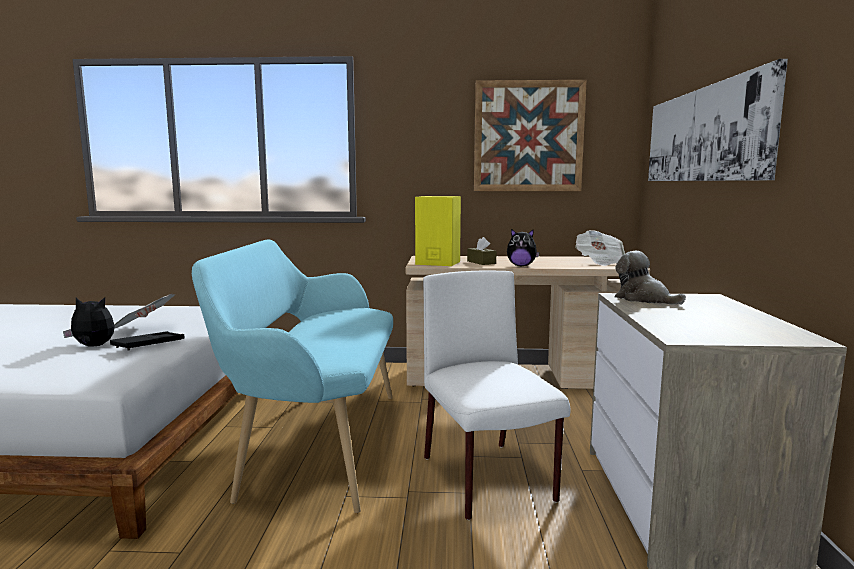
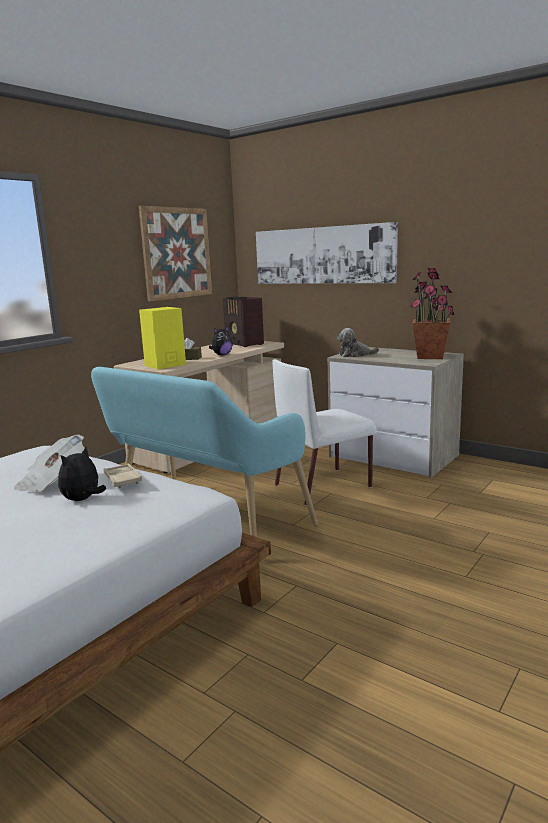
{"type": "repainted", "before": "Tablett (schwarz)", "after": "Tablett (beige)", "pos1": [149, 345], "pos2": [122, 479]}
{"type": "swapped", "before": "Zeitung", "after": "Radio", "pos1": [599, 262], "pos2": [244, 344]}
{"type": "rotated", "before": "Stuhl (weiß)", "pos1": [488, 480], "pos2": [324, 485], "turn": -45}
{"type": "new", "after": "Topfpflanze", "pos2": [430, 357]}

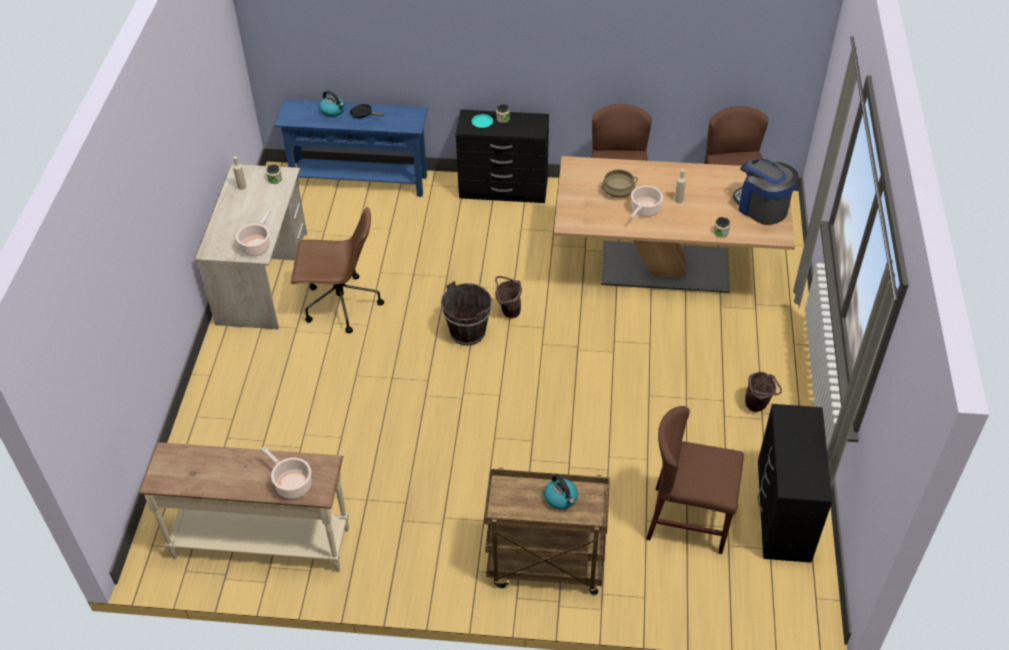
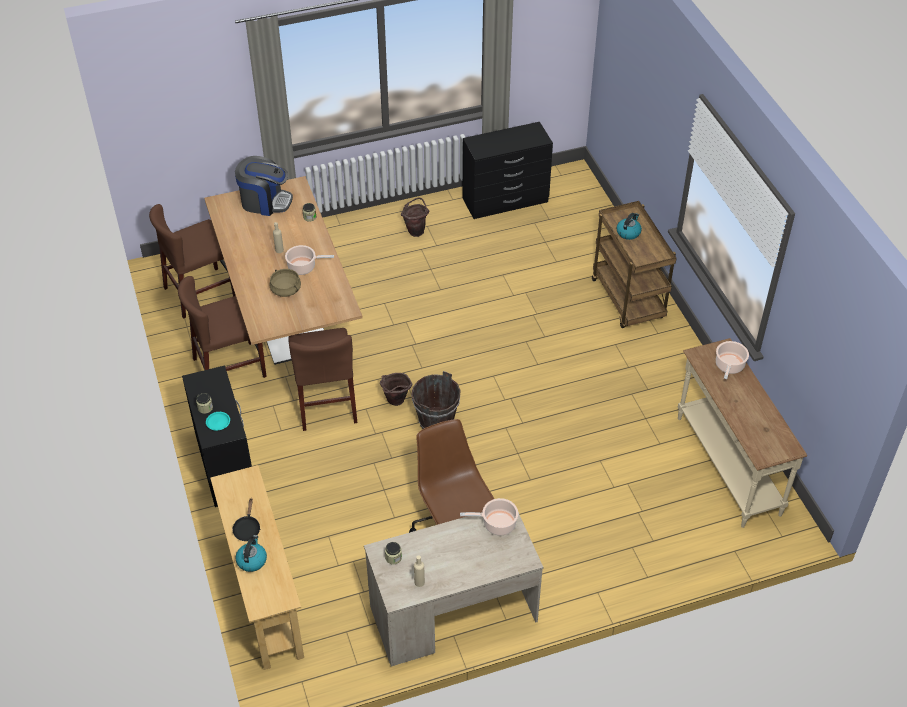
{"type": "repainted", "before": "Konsolentisch (blau)", "after": "Konsolentisch (beige)", "pos1": [360, 181], "pos2": [264, 596]}
{"type": "rotated", "before": "Kaffeemaschine", "pos1": [761, 207], "pos2": [265, 201], "turn": -105}
{"type": "shifted", "before": "Stuhl (braun)", "pos1": [688, 520], "pos2": [326, 403]}

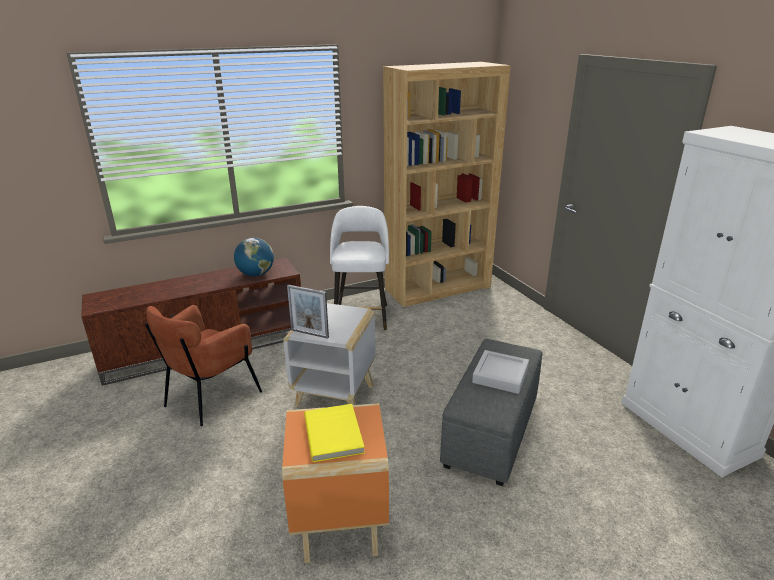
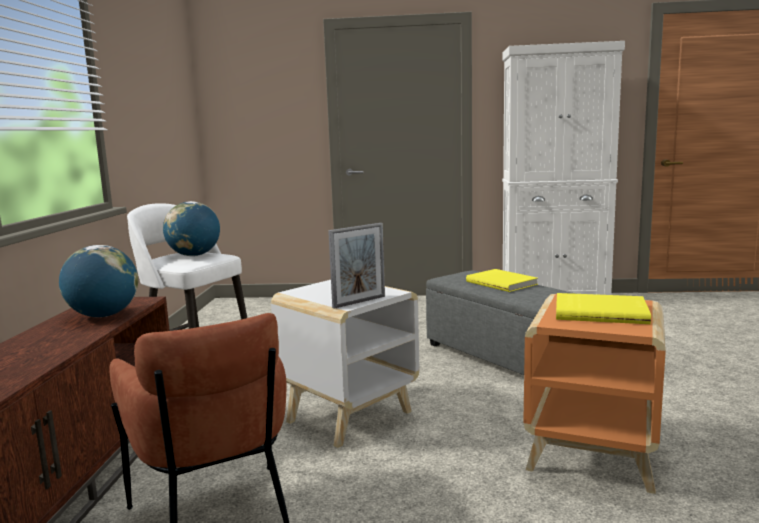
{"type": "new", "after": "Globus", "pos2": [194, 255]}
{"type": "swapped", "before": "Tablett (grau)", "after": "Buch (gelb)", "pos1": [500, 375], "pos2": [502, 283]}
{"type": "gone", "before": "Bücherregal (braun)", "pos1": [438, 288]}

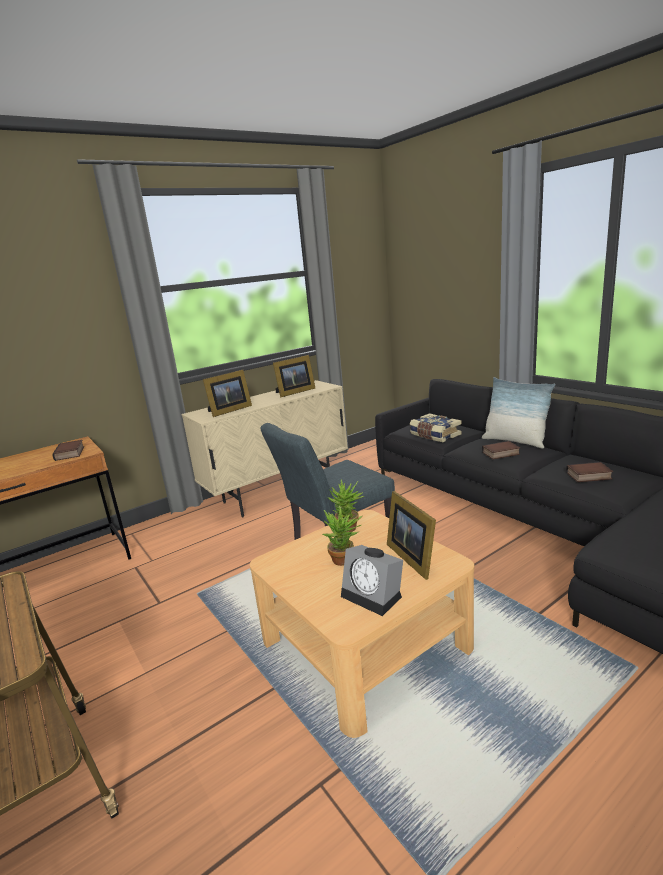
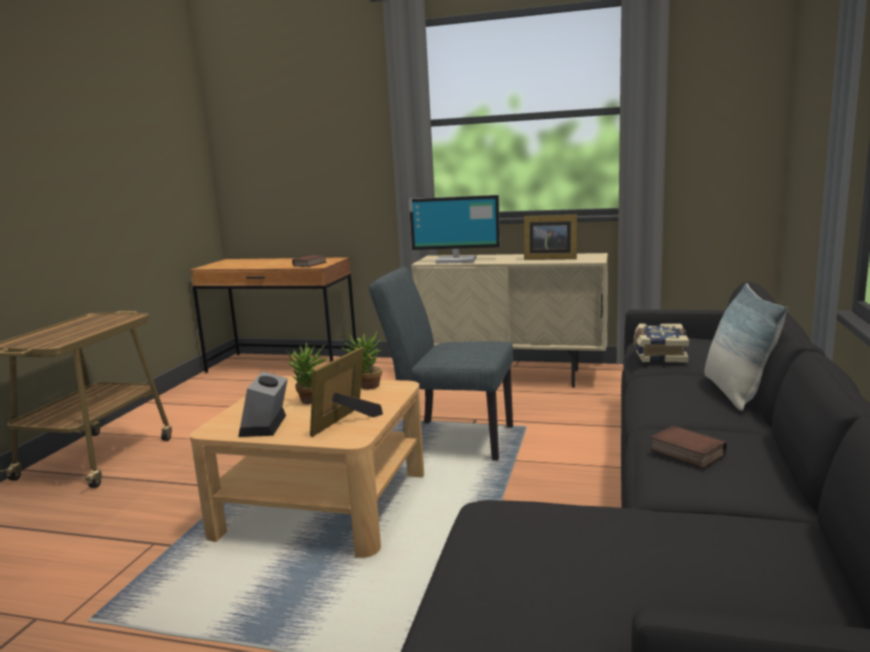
{"type": "swapped", "before": "Bilderrahmen", "after": "Monitor", "pos1": [228, 410], "pos2": [456, 260]}
{"type": "gone", "before": "Buch", "pos1": [500, 453]}

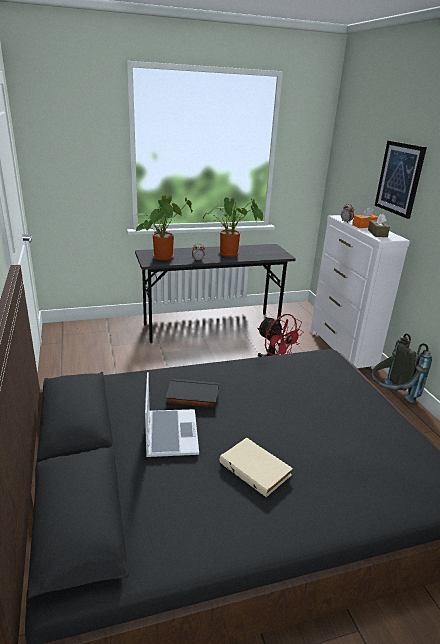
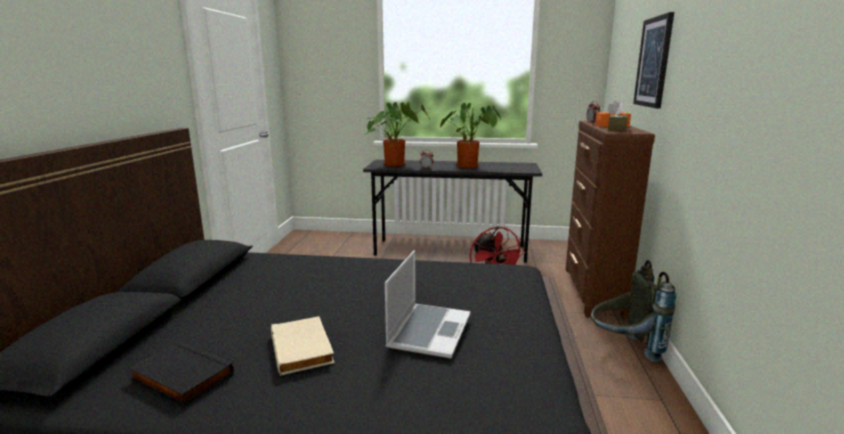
{"type": "shifted", "before": "Buch (schwarz)", "pos1": [192, 397], "pos2": [180, 378]}
{"type": "shifted", "before": "Laptop", "pos1": [170, 433], "pos2": [429, 331]}
{"type": "repainted", "before": "Kommode (weiß)", "after": "Kommode (braun)", "pos1": [342, 350], "pos2": [593, 291]}

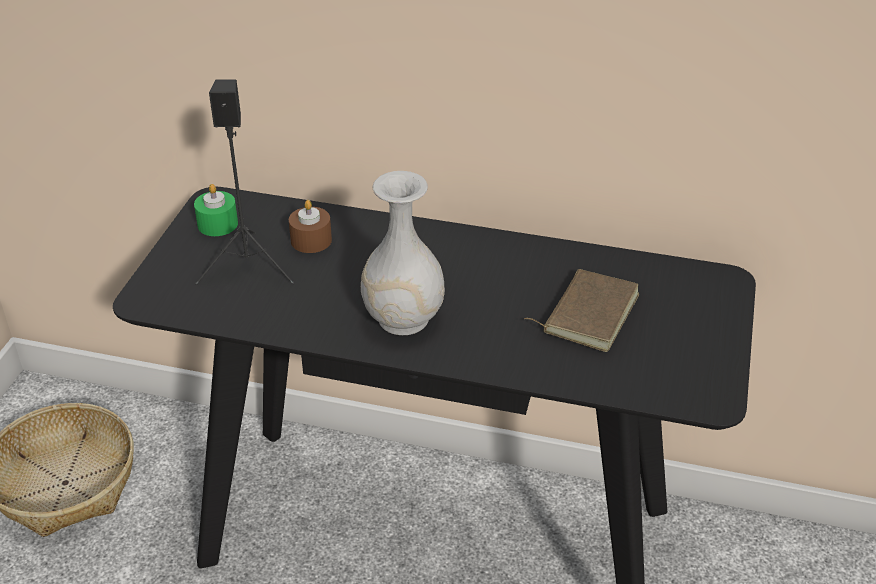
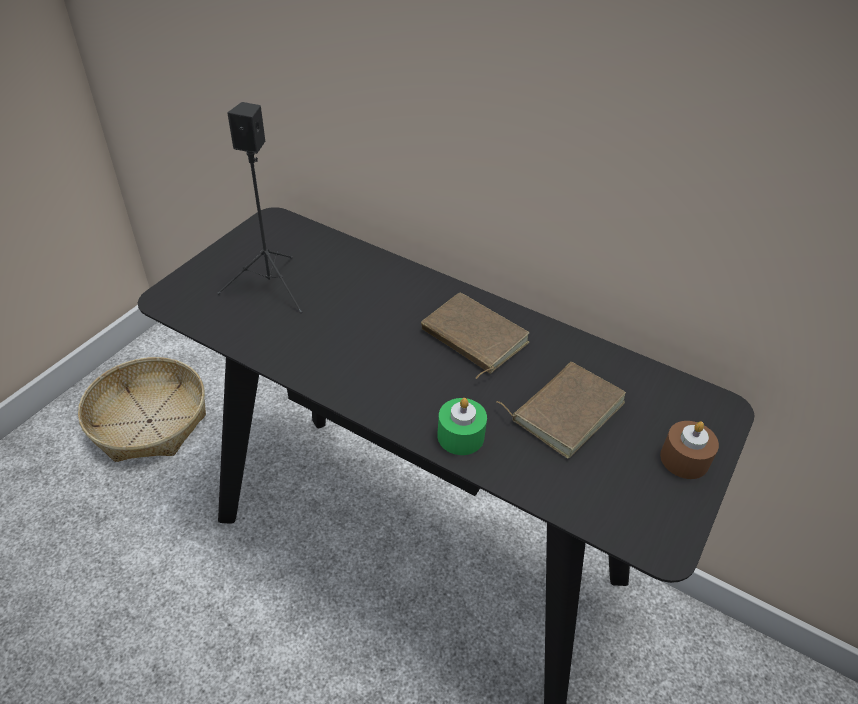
{"type": "new", "after": "Buch (braun)", "pos2": [471, 338]}
{"type": "shifted", "before": "Kerze (grün)", "pos1": [217, 224], "pos2": [460, 436]}
{"type": "shifted", "before": "Kerze (braun)", "pos1": [311, 240], "pos2": [684, 459]}
{"type": "gone", "before": "Vase (weiß)", "pos1": [402, 318]}

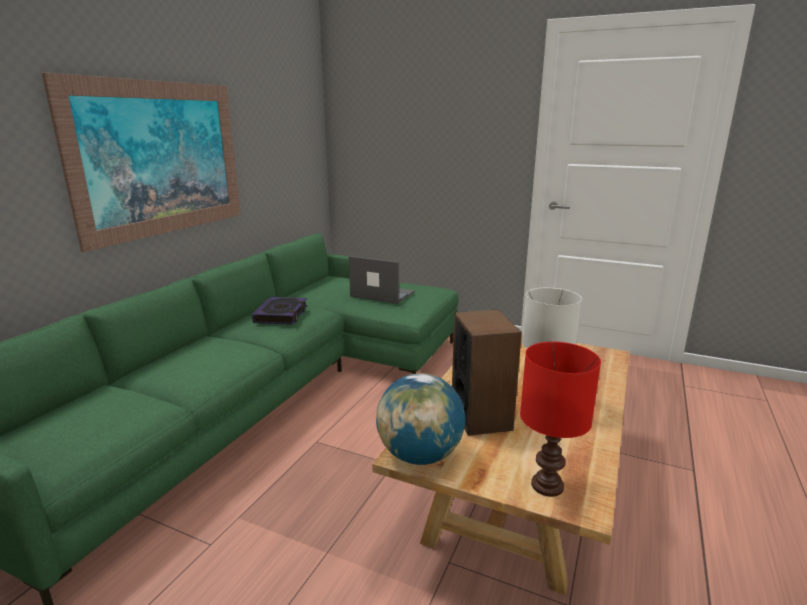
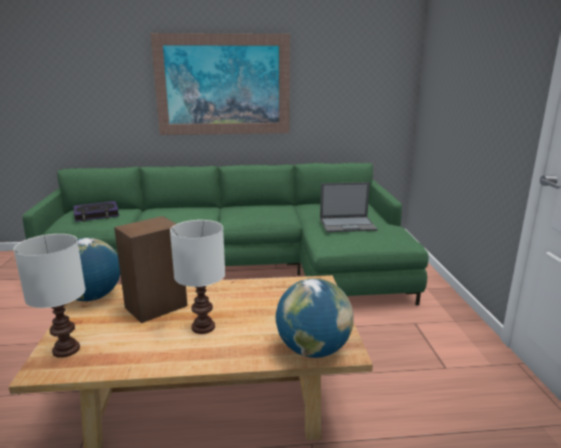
{"type": "repainted", "before": "Tischlampe (rot)", "after": "Tischlampe (weiß)", "pos1": [547, 485], "pos2": [67, 349]}
{"type": "shifted", "before": "Buch", "pos1": [281, 315], "pos2": [96, 215]}
{"type": "new", "after": "Globus", "pos2": [313, 350]}
{"type": "rotated", "before": "Laptop", "pos1": [381, 294], "pos2": [348, 224], "turn": 90}

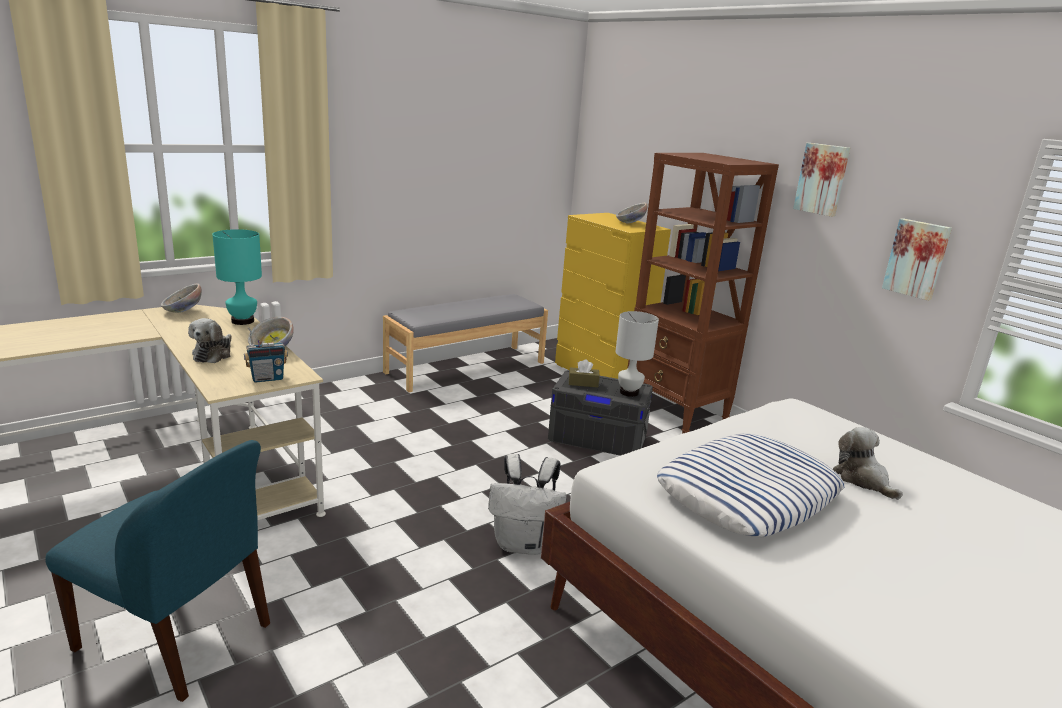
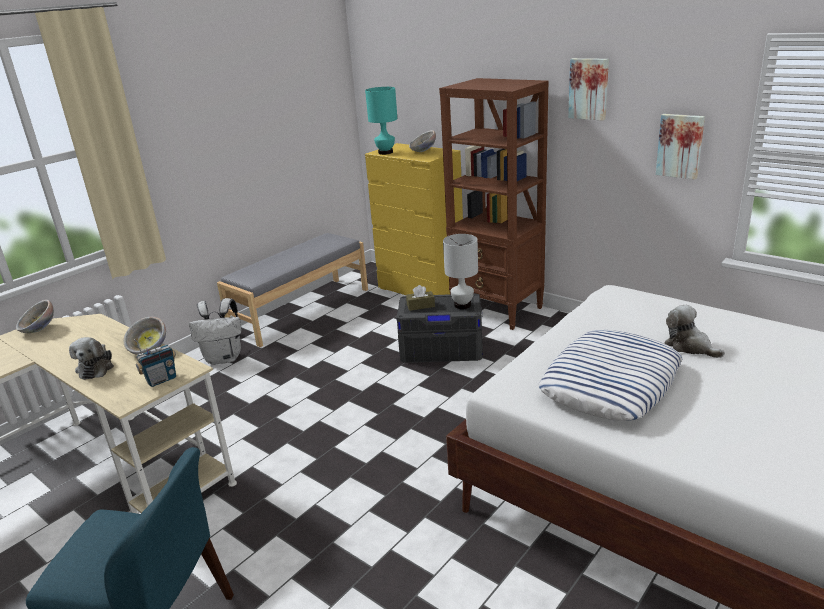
{"type": "shifted", "before": "Rucksack (weiß)", "pos1": [524, 544], "pos2": [224, 358]}
{"type": "shifted", "before": "Tischlampe (türkis)", "pos1": [243, 321], "pos2": [386, 152]}

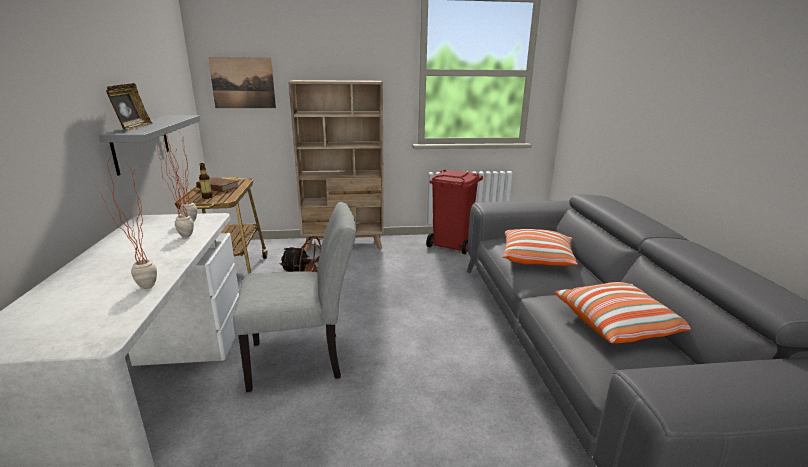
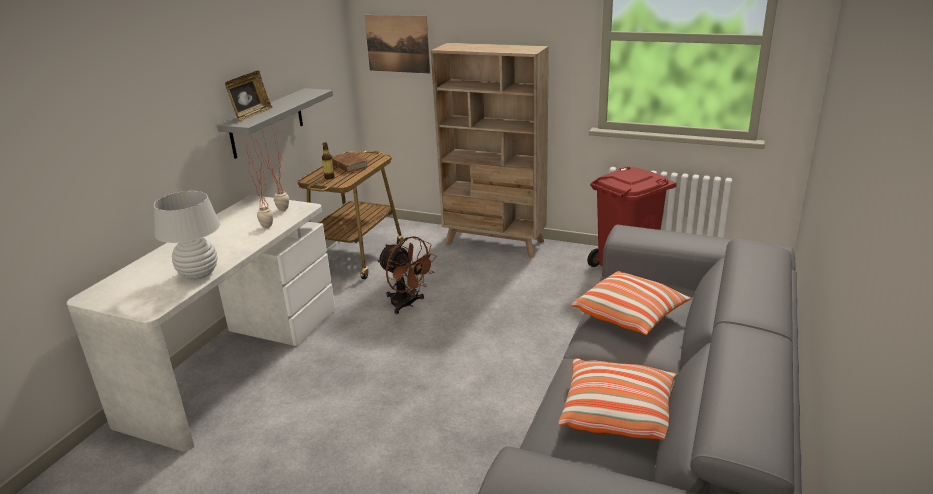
{"type": "swapped", "before": "Topfpflanze", "after": "Tischlampe (weiß)", "pos1": [141, 290], "pos2": [199, 274]}
{"type": "gone", "before": "Stuhl (grau)", "pos1": [304, 359]}

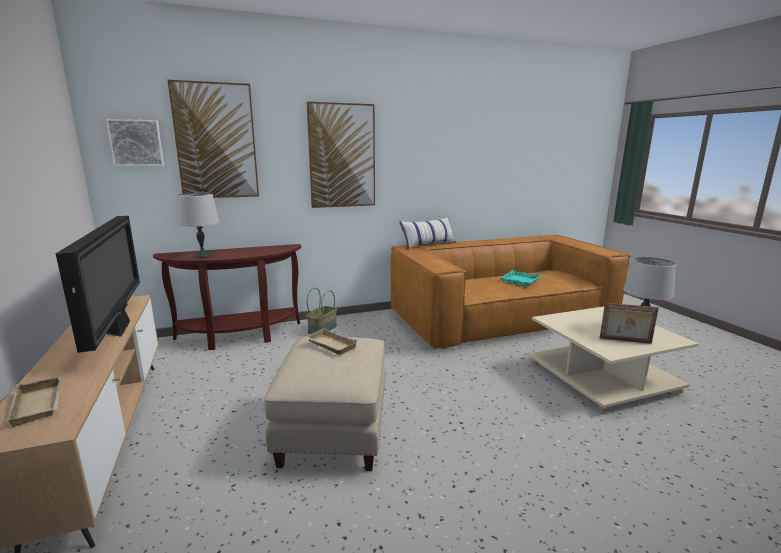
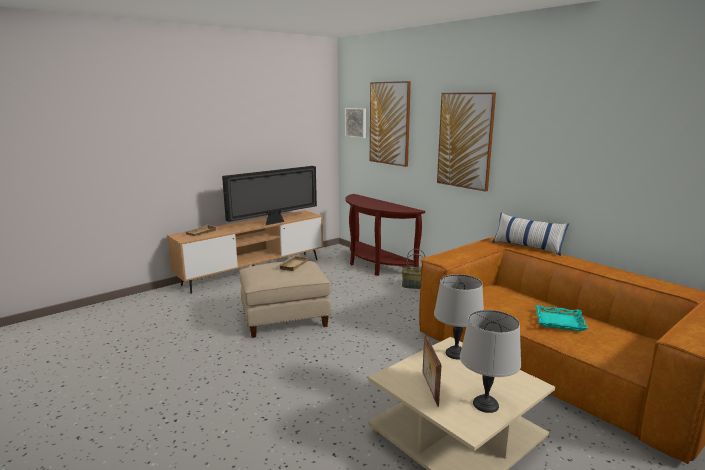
{"type": "shifted", "before": "Tischlampe (grau)", "pos1": [202, 256], "pos2": [456, 353]}

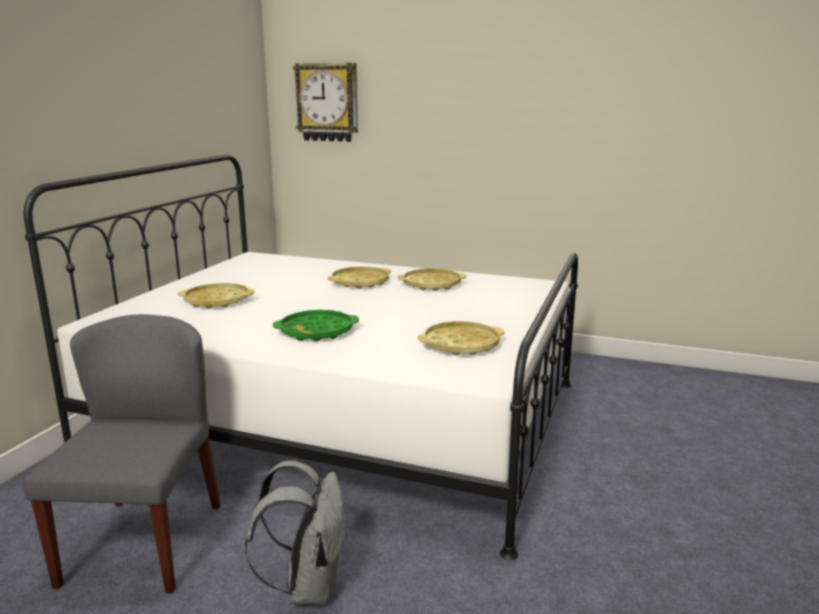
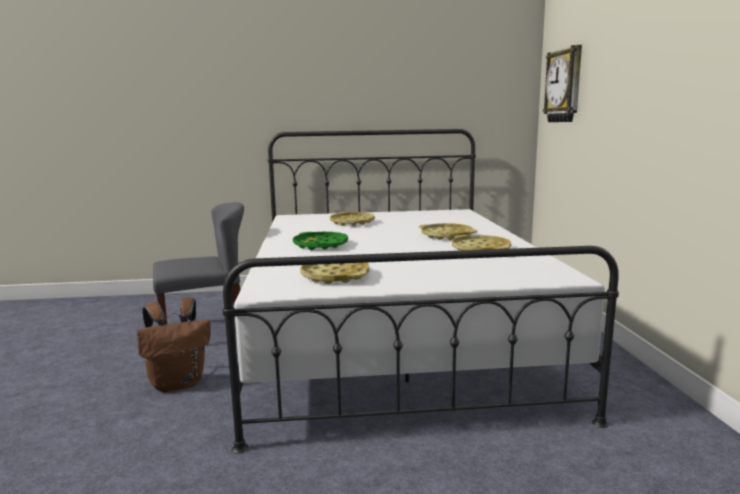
{"type": "repainted", "before": "Rucksack (grau)", "after": "Rucksack (braun)", "pos1": [308, 586], "pos2": [179, 383]}

